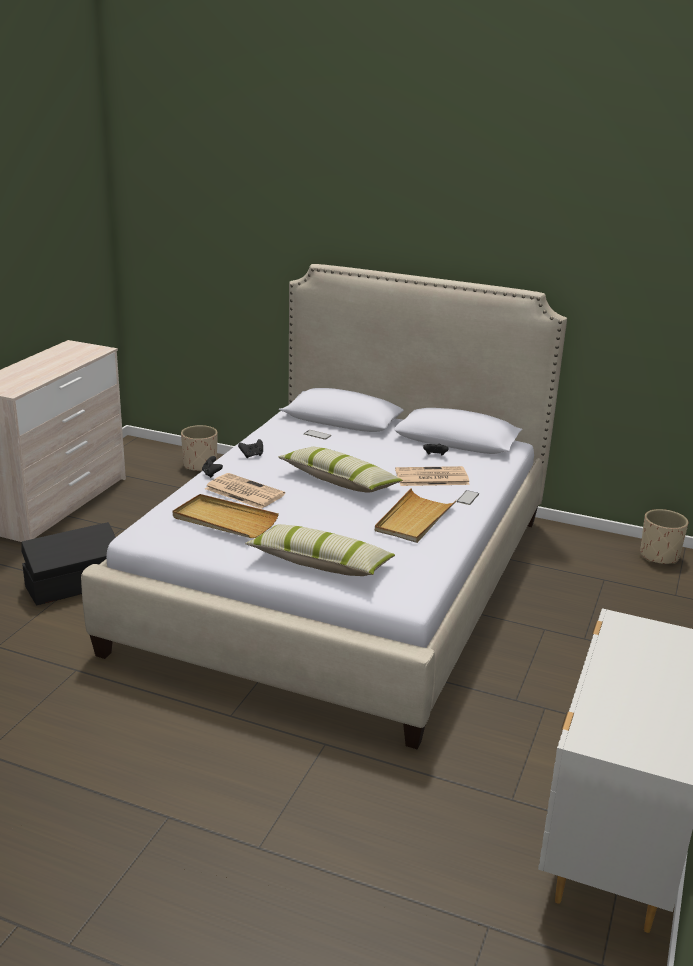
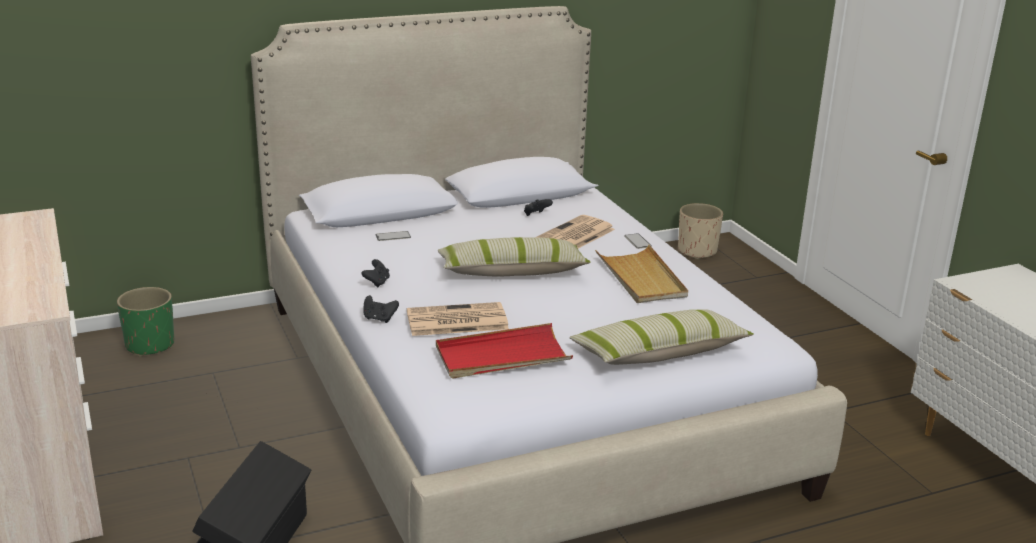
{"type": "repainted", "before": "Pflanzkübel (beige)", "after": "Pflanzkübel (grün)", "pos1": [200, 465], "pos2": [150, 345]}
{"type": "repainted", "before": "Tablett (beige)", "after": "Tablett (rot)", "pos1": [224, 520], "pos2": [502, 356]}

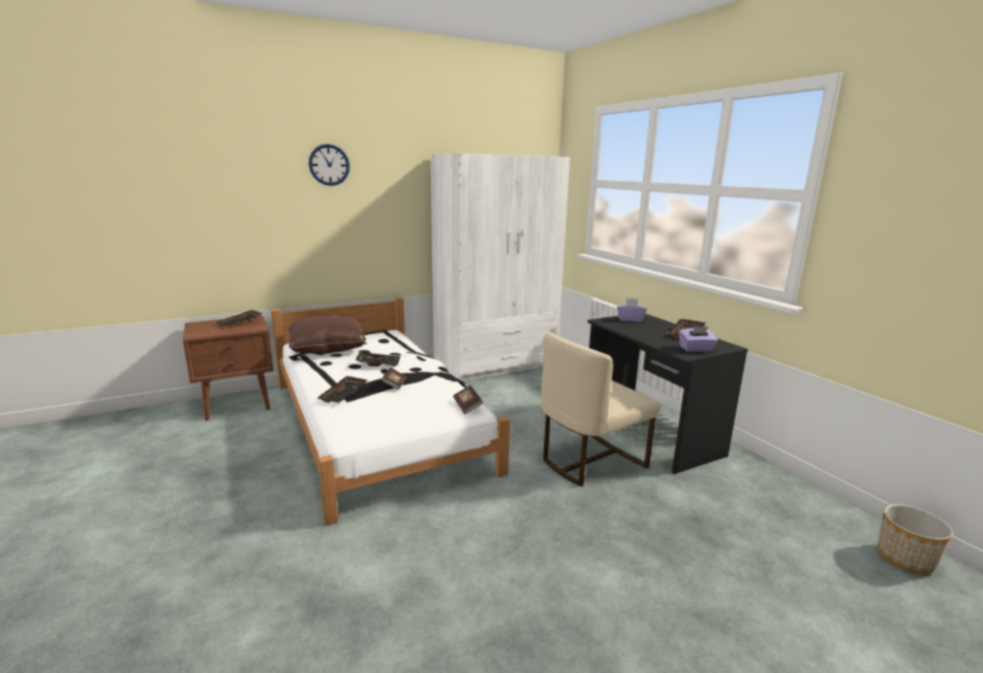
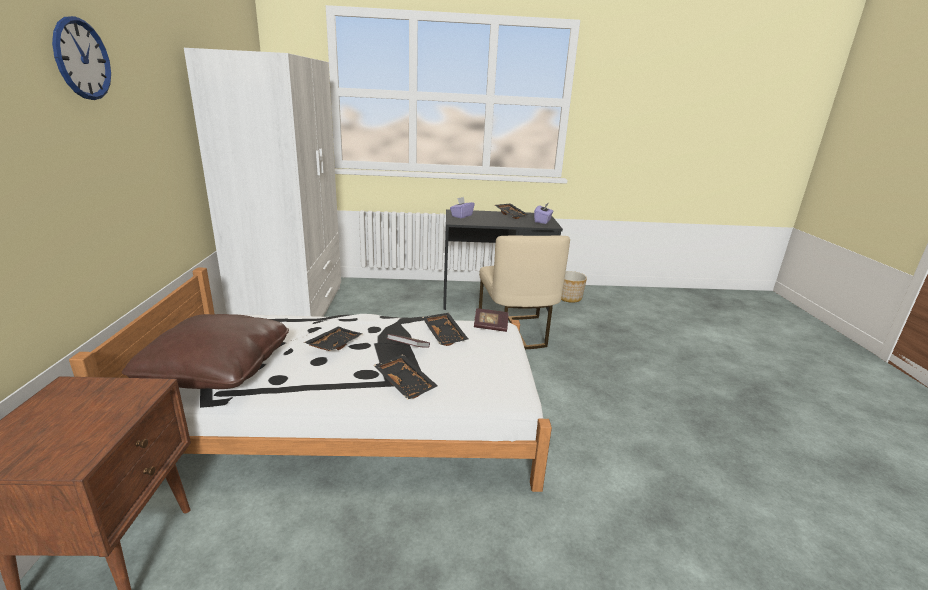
{"type": "shifted", "before": "Tablett (schwarz)", "pos1": [240, 323], "pos2": [445, 334]}
{"type": "shifted", "before": "Pflanzkübel", "pos1": [905, 558], "pos2": [569, 298]}

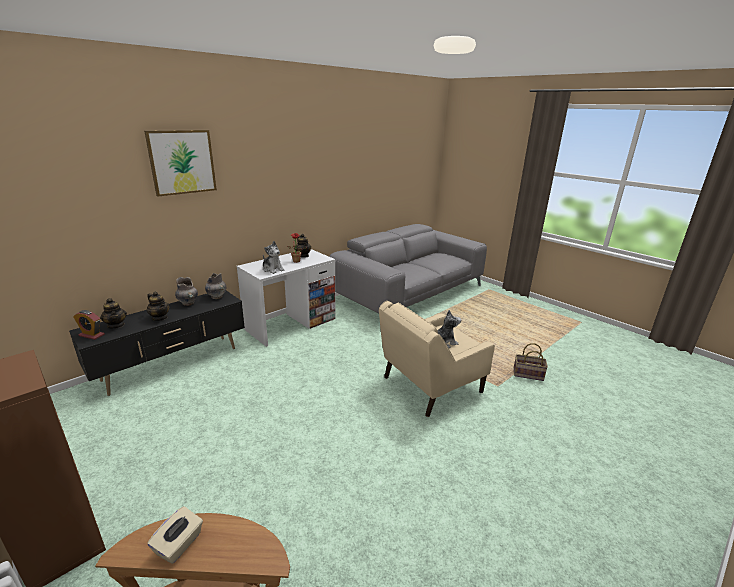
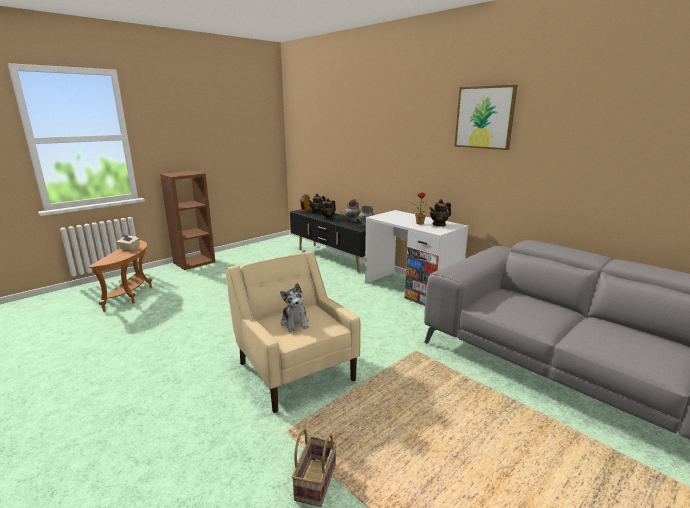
{"type": "shifted", "before": "Bild", "pos1": [182, 162], "pos2": [484, 117]}
{"type": "gone", "before": "Plüschtier", "pos1": [272, 269]}

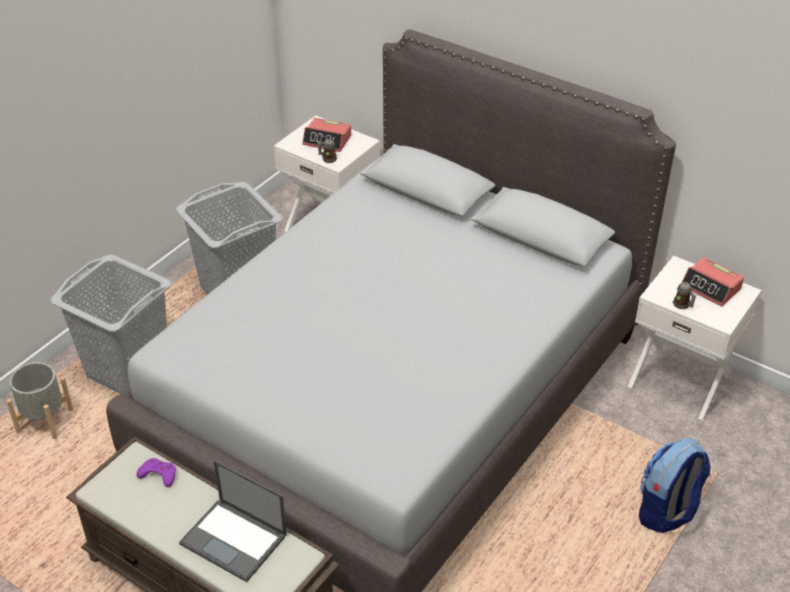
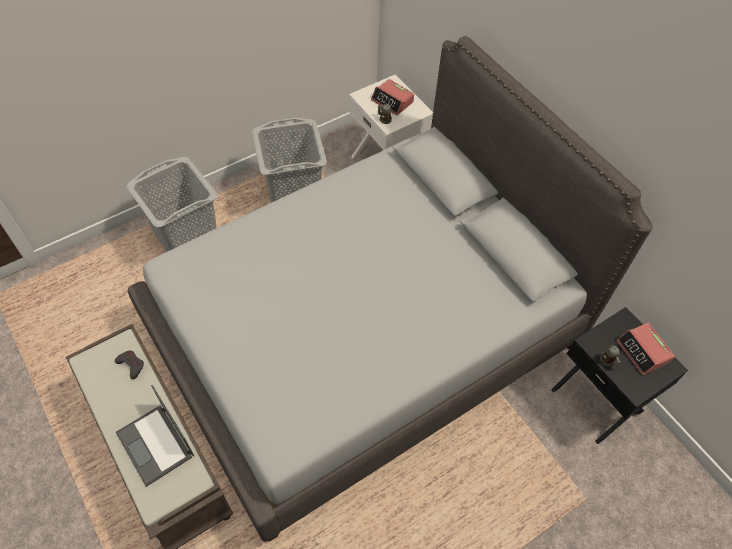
{"type": "repainted", "before": "Gamepad (lila)", "after": "Gamepad (grau)", "pos1": [158, 474], "pos2": [131, 365]}
{"type": "repainted", "before": "Nachttisch (weiß)", "after": "Nachttisch (schwarz)", "pos1": [681, 380], "pos2": [598, 399]}
{"type": "gone", "before": "Pflanzkübel (grau)", "pos1": [45, 421]}
{"type": "gone", "before": "Rucksack", "pos1": [667, 511]}

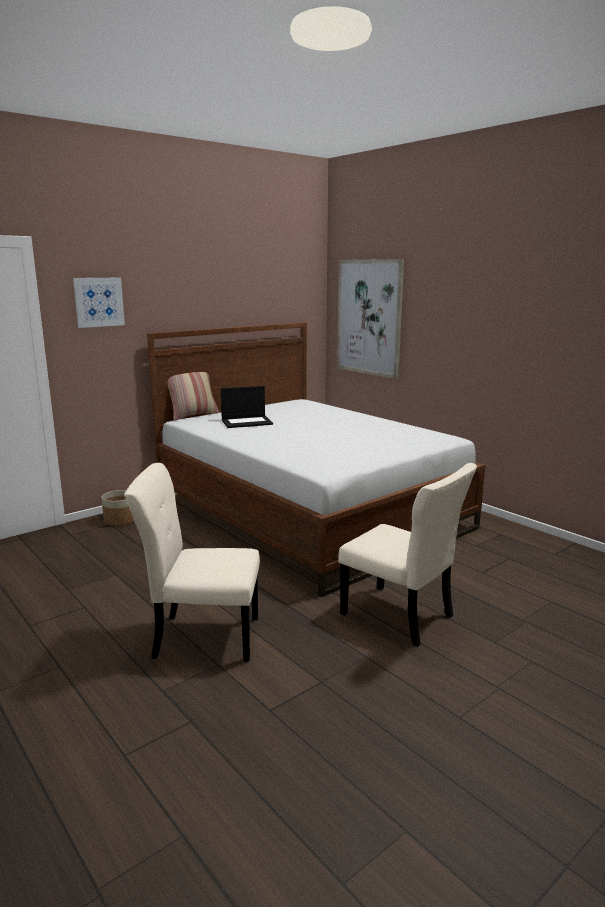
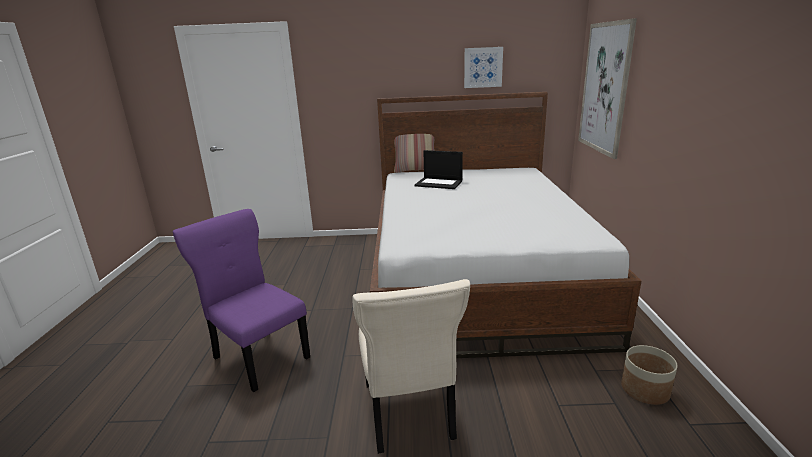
{"type": "repainted", "before": "Stuhl (beige)", "after": "Stuhl (lila)", "pos1": [202, 637], "pos2": [259, 356]}
{"type": "shifted", "before": "Bild", "pos1": [99, 302], "pos2": [483, 67]}
{"type": "shifted", "before": "Pflanzkübel", "pos1": [120, 520], "pos2": [645, 389]}

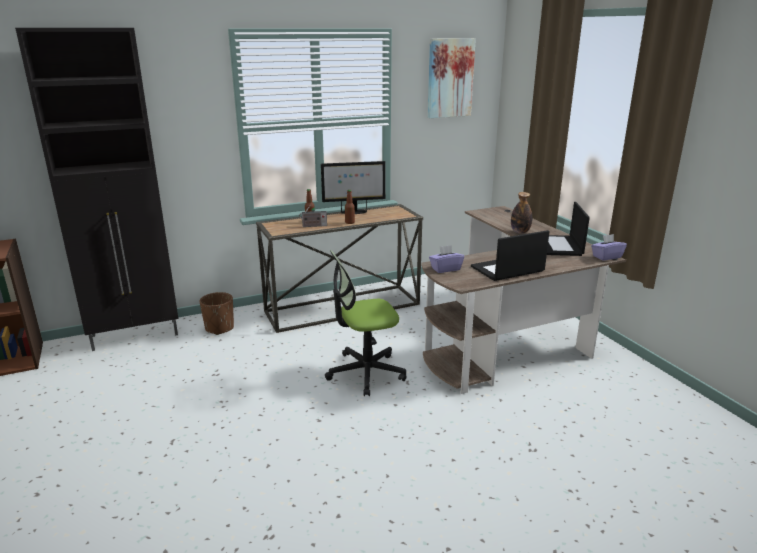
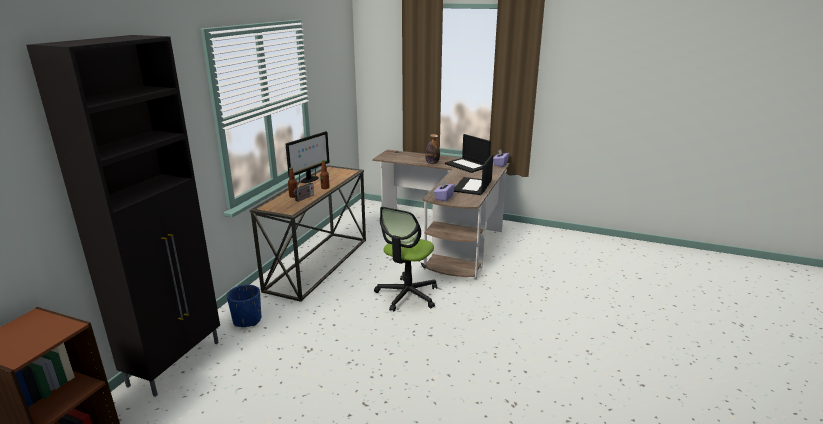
{"type": "repainted", "before": "Pflanzkübel (braun)", "after": "Pflanzkübel (blau)", "pos1": [219, 328], "pos2": [247, 320]}
{"type": "gone", "before": "Bild", "pos1": [450, 78]}

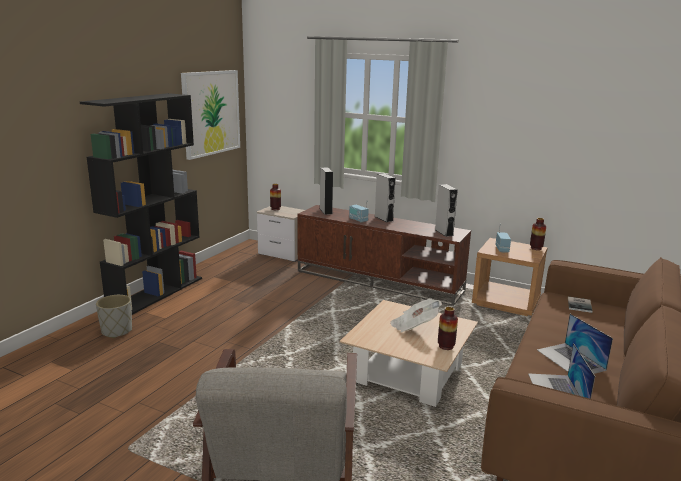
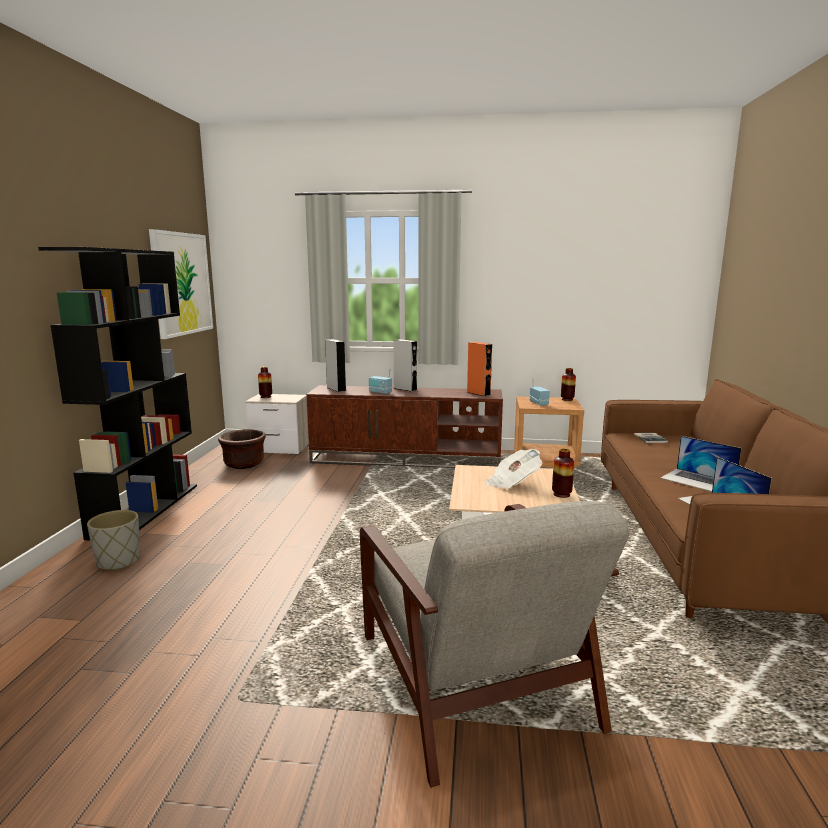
{"type": "new", "after": "Pflanzkübel (braun)", "pos2": [244, 464]}
{"type": "repainted", "before": "Lautsprecher (grau)", "after": "Lautsprecher (orange)", "pos1": [444, 232], "pos2": [478, 393]}

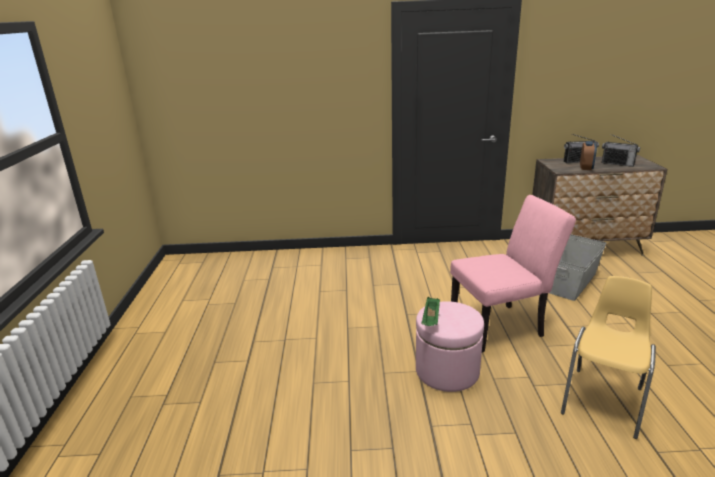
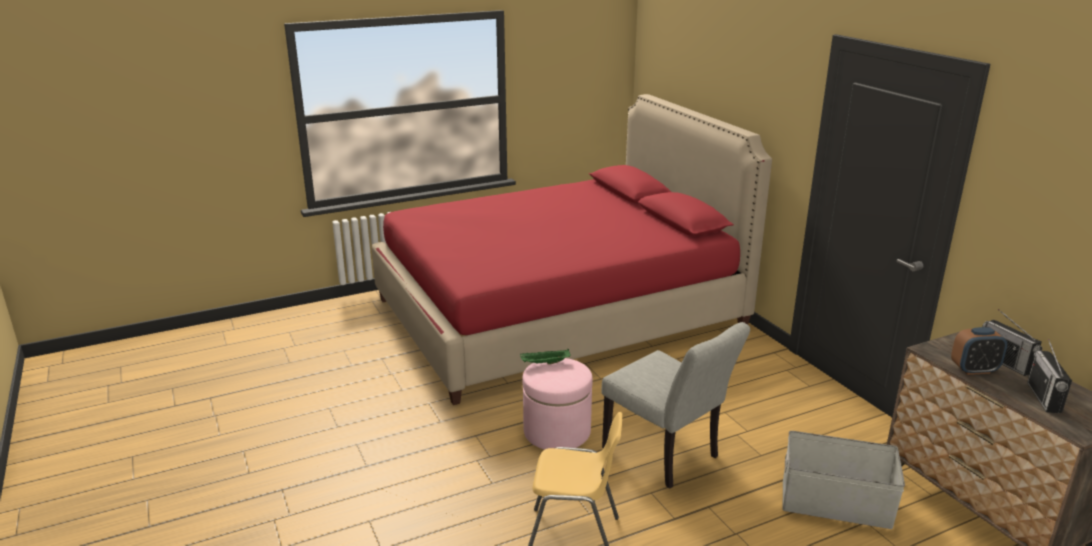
{"type": "new", "after": "Bett (rot)", "pos2": [558, 313]}
{"type": "repainted", "before": "Stuhl (rosa)", "after": "Stuhl (grau)", "pos1": [502, 326], "pos2": [667, 456]}

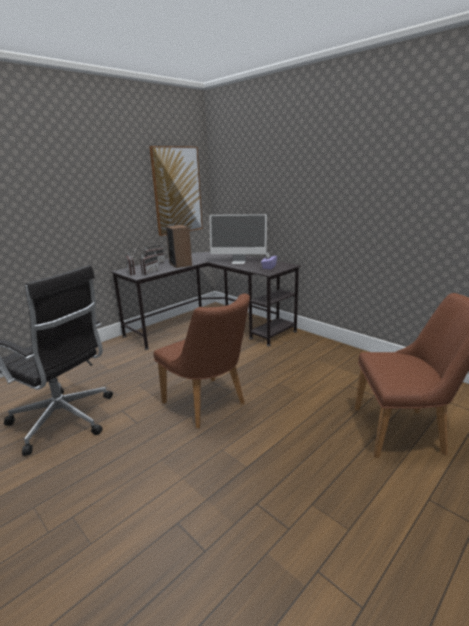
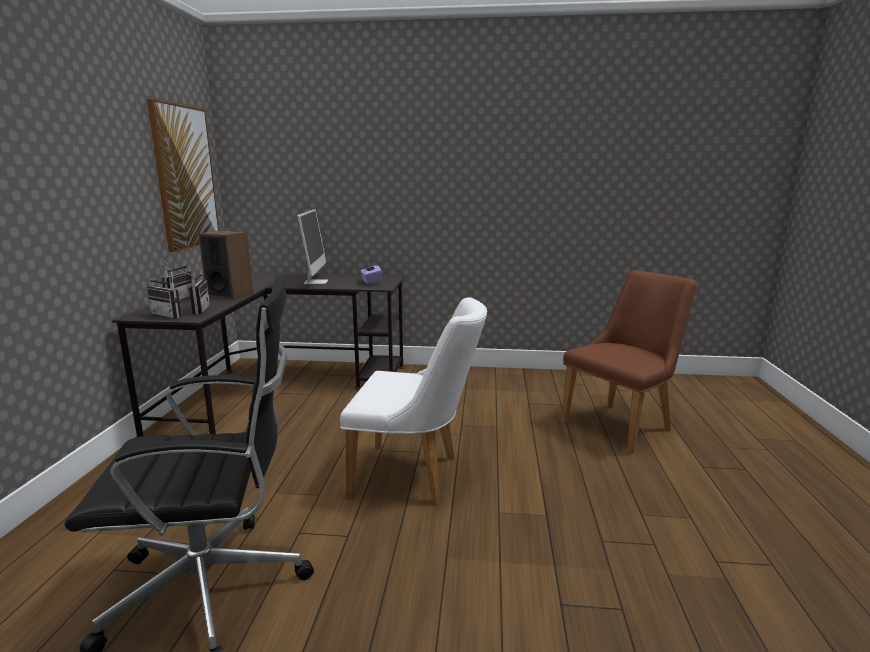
{"type": "rotated", "before": "Monitor", "pos1": [238, 262], "pos2": [316, 282], "turn": -60}
{"type": "repainted", "before": "Stuhl (braun)", "after": "Stuhl (weiß)", "pos1": [209, 405], "pos2": [416, 476]}

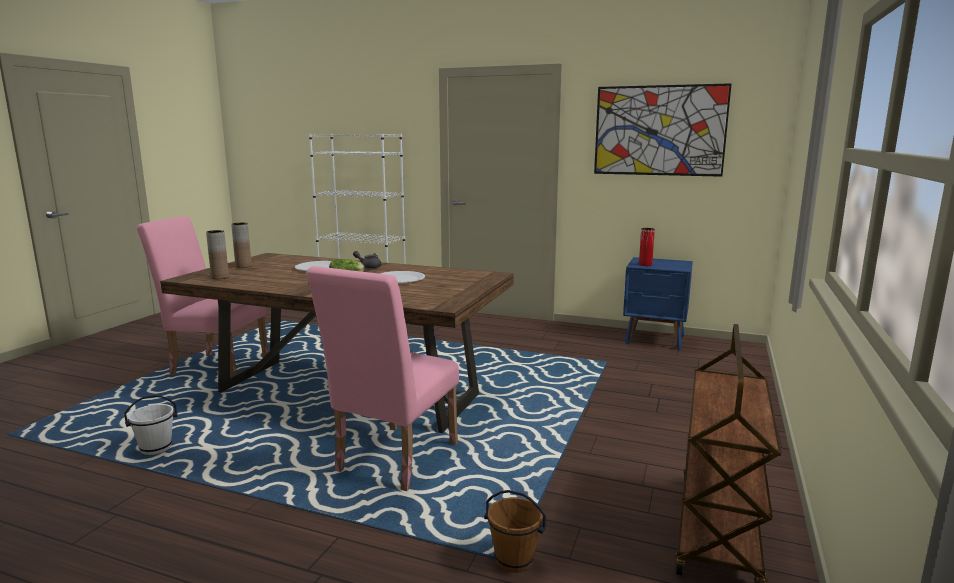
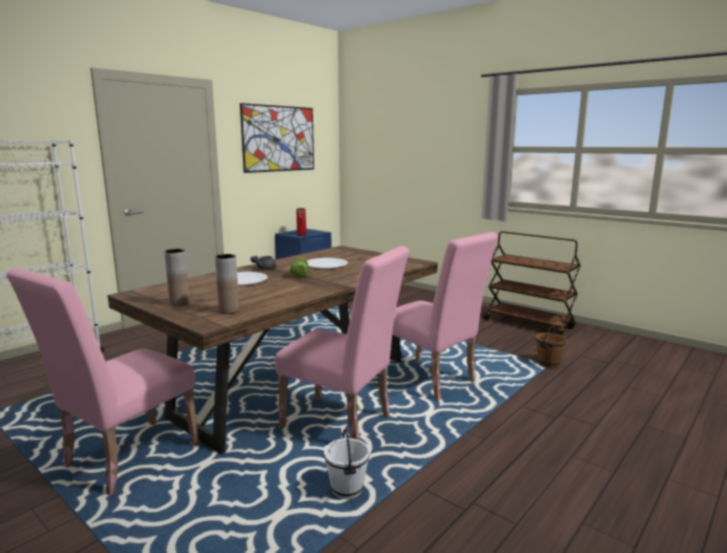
{"type": "new", "after": "Stuhl (rosa)", "pos2": [343, 425]}

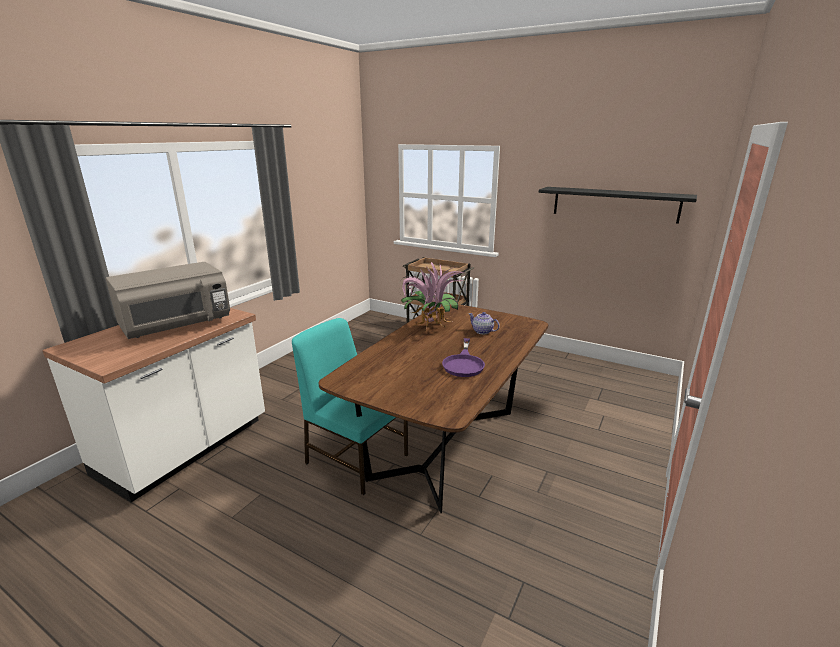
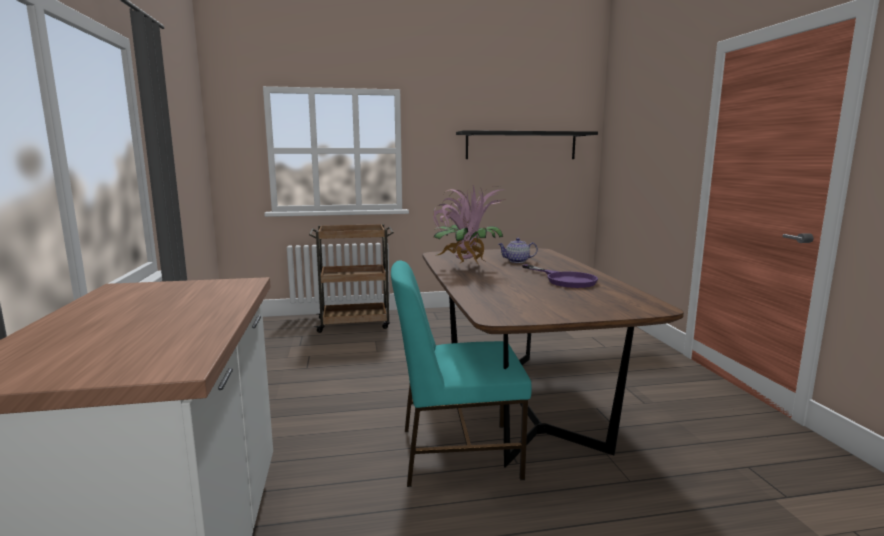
{"type": "gone", "before": "Mikrowelle (grau)", "pos1": [177, 325]}

